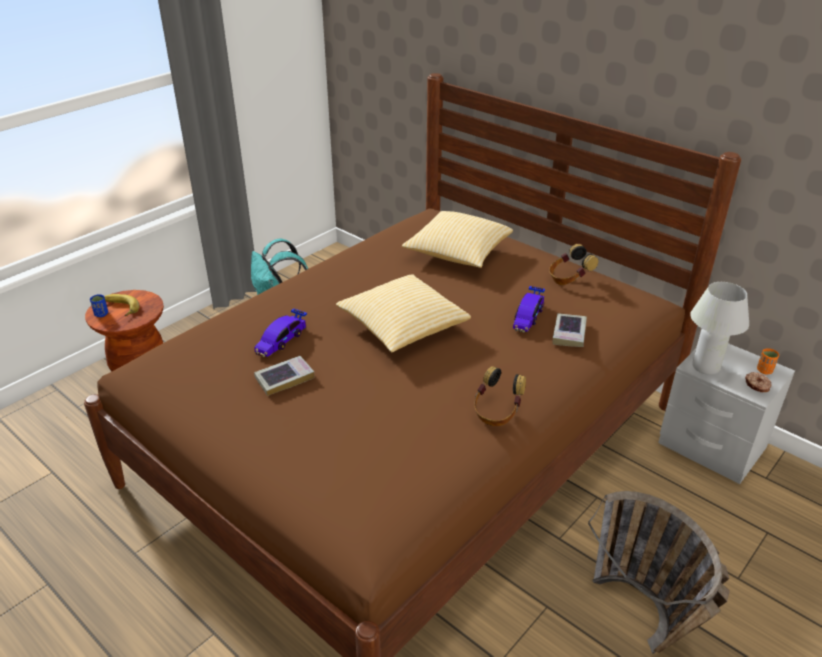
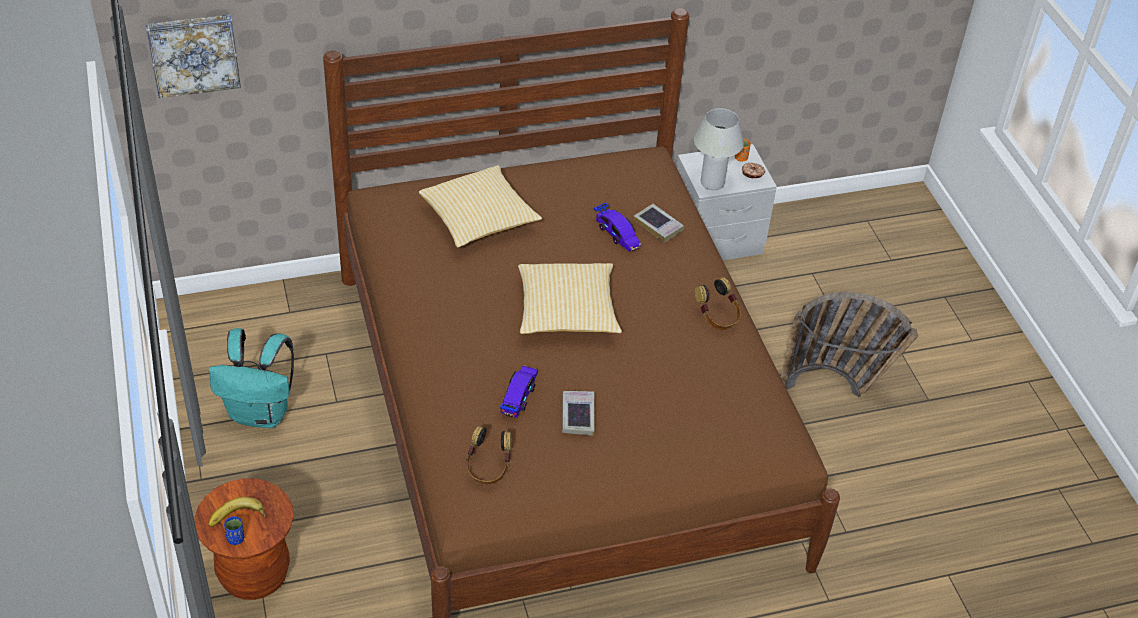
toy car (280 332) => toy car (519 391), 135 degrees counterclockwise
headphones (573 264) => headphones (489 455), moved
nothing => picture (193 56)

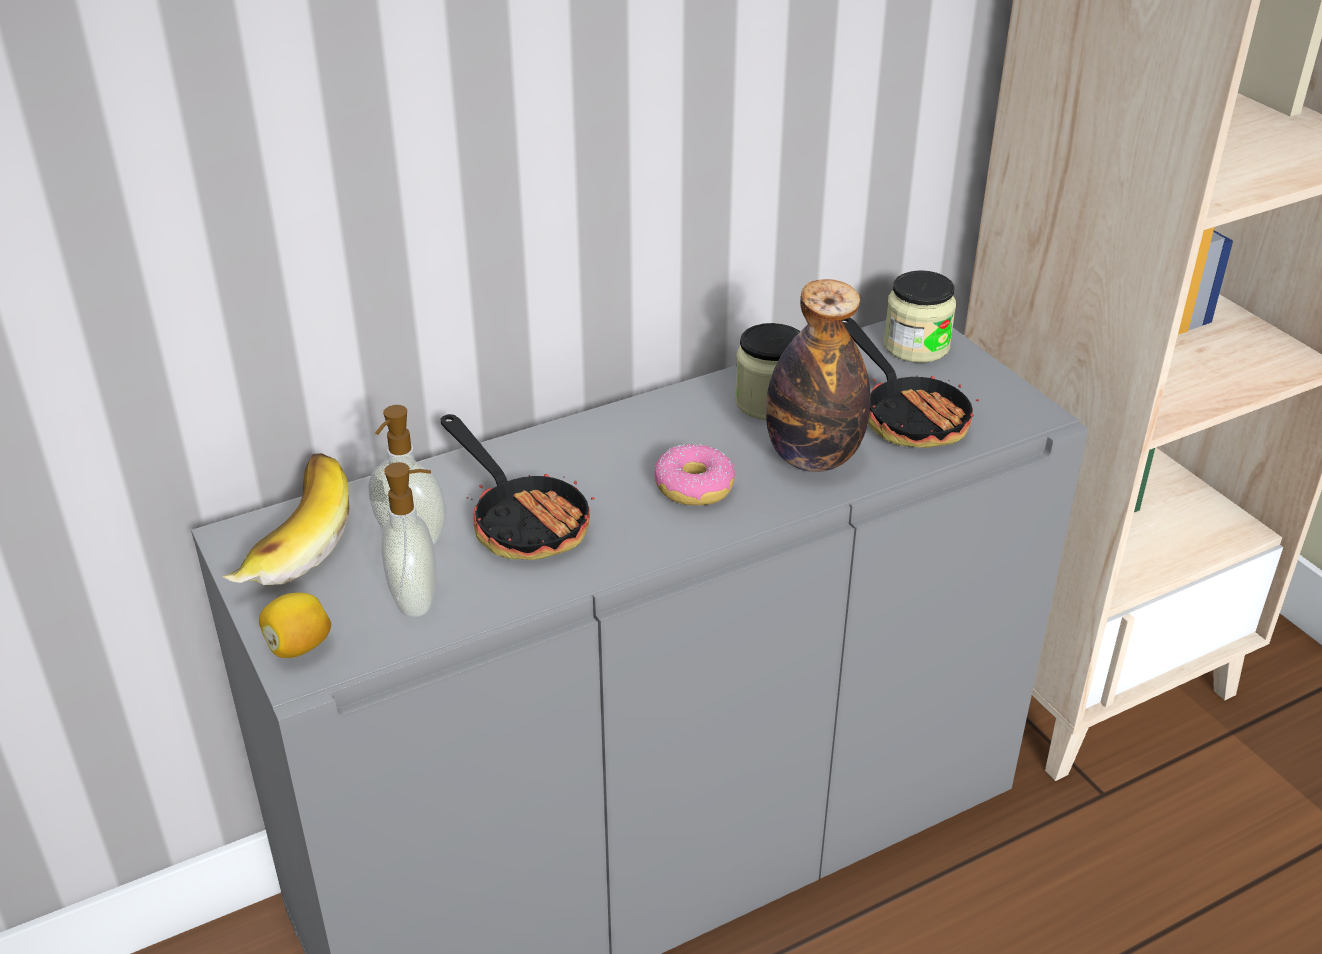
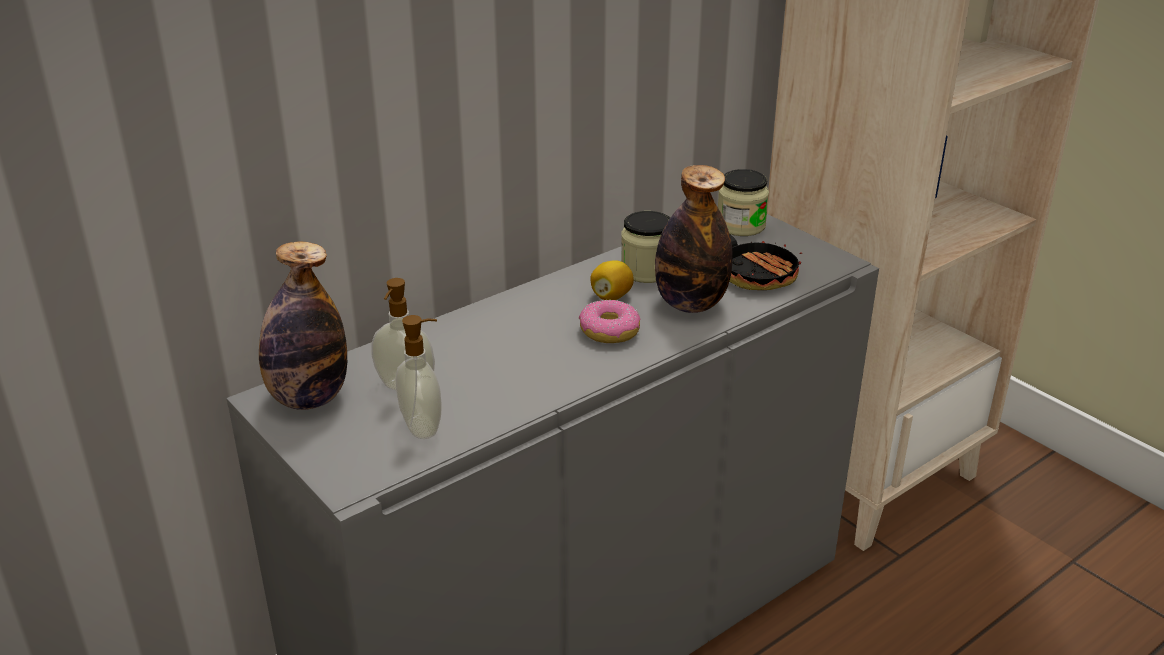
banana (286 519) => bottle (303 325)
lemon (295 625) => lemon (612 280), moved
frying pan (517 487) => nothing

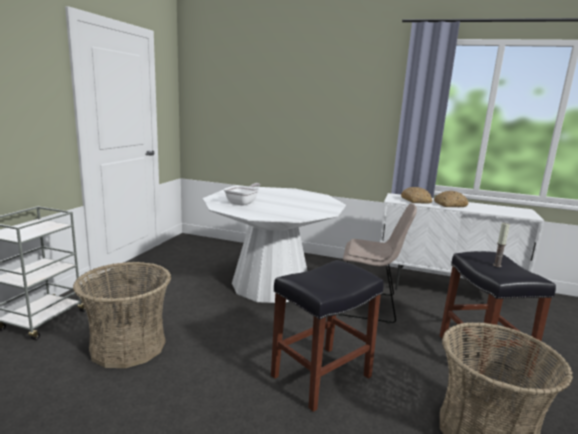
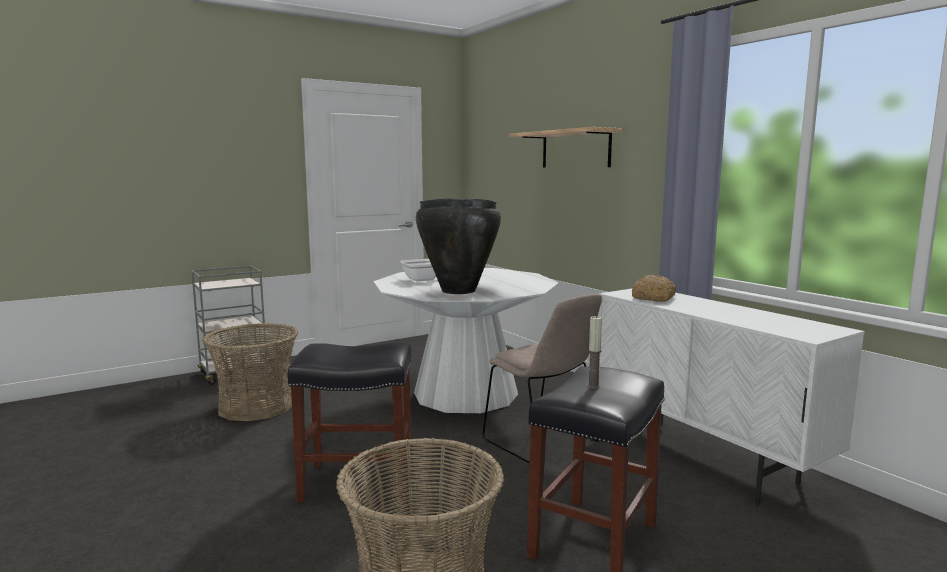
bread (451 199) => nothing
nothing => black vase (458 246)
nothing => shelf (566 147)

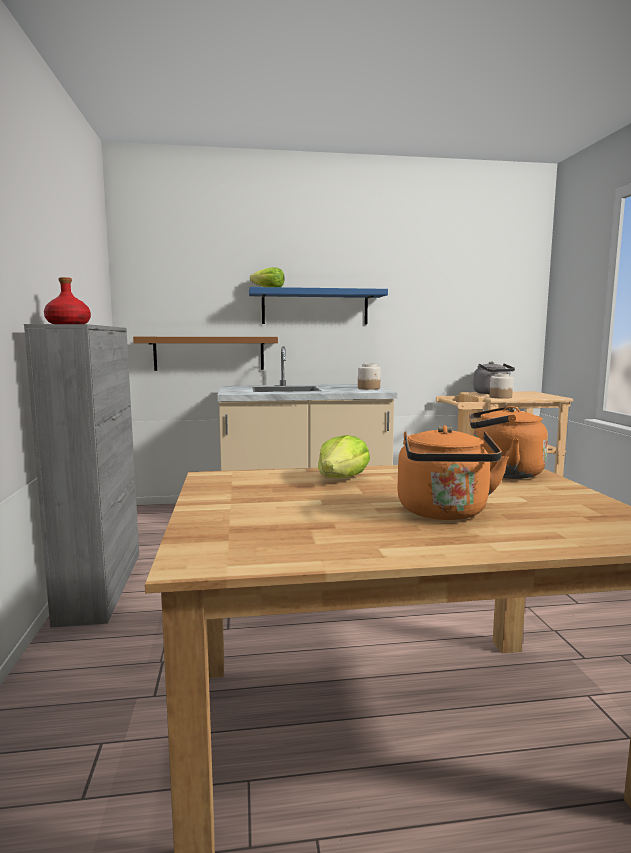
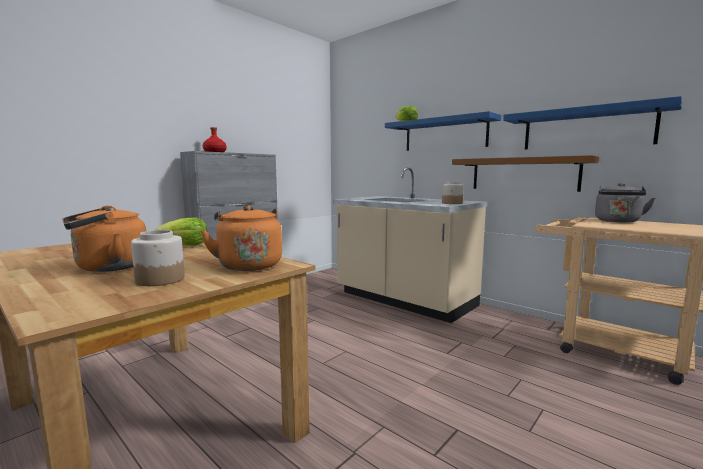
brown shelf (205 354) => brown shelf (525 173), moved
jar (501 386) => jar (158 258), moved
nothing => blue shelf (592 123)

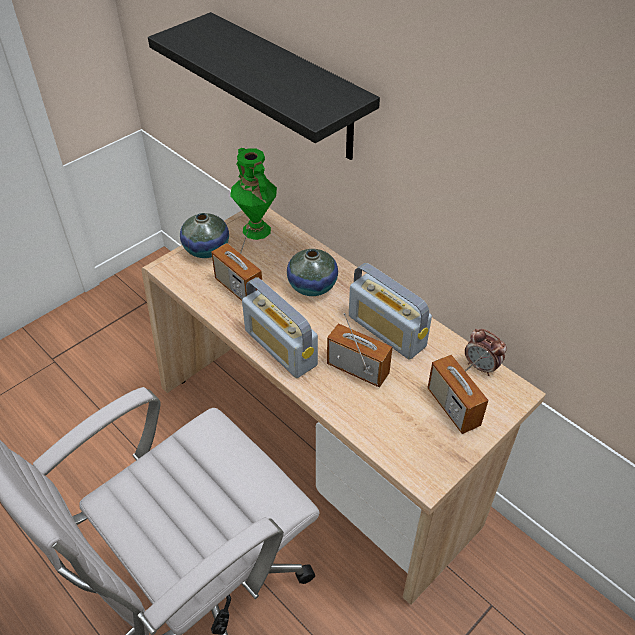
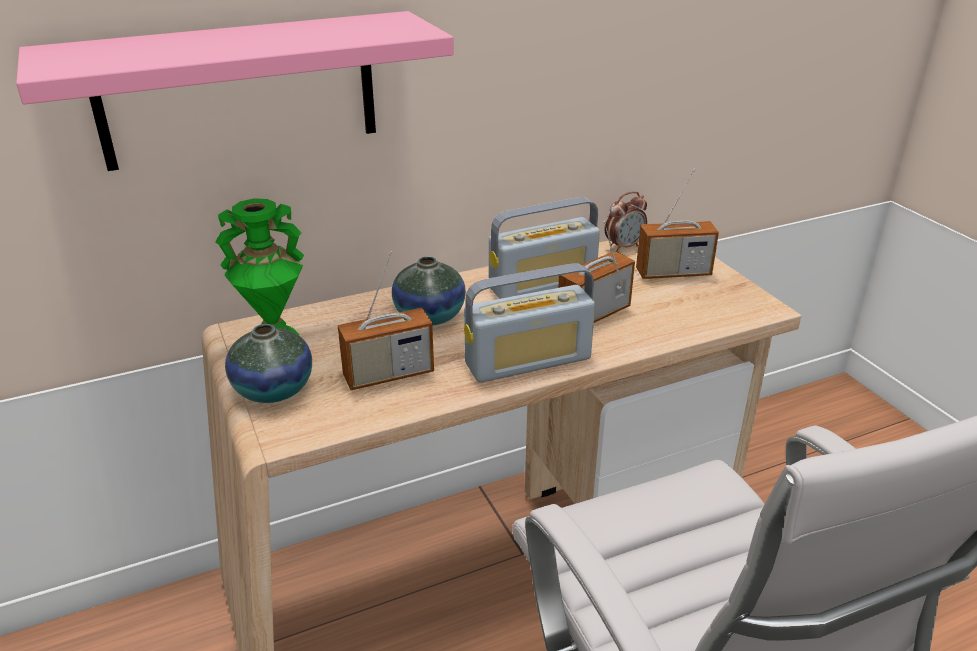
black shelf (264 86) => pink shelf (235 91)

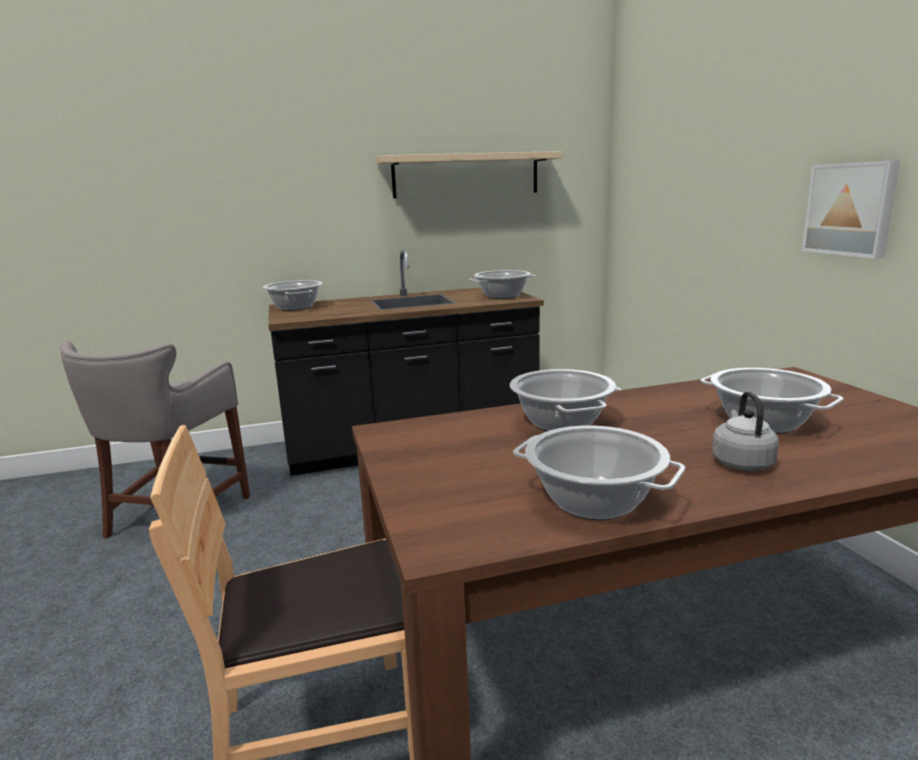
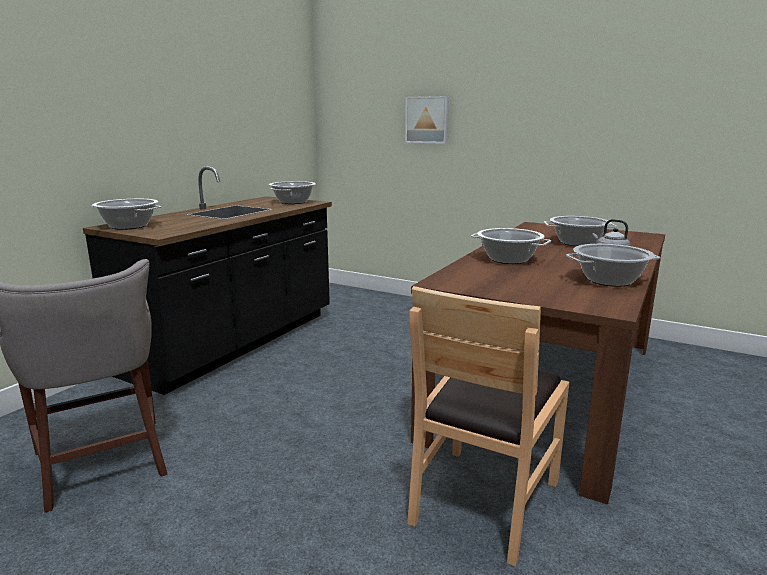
beige shelf (469 174) => nothing
picture (851 209) => picture (427 120), moved

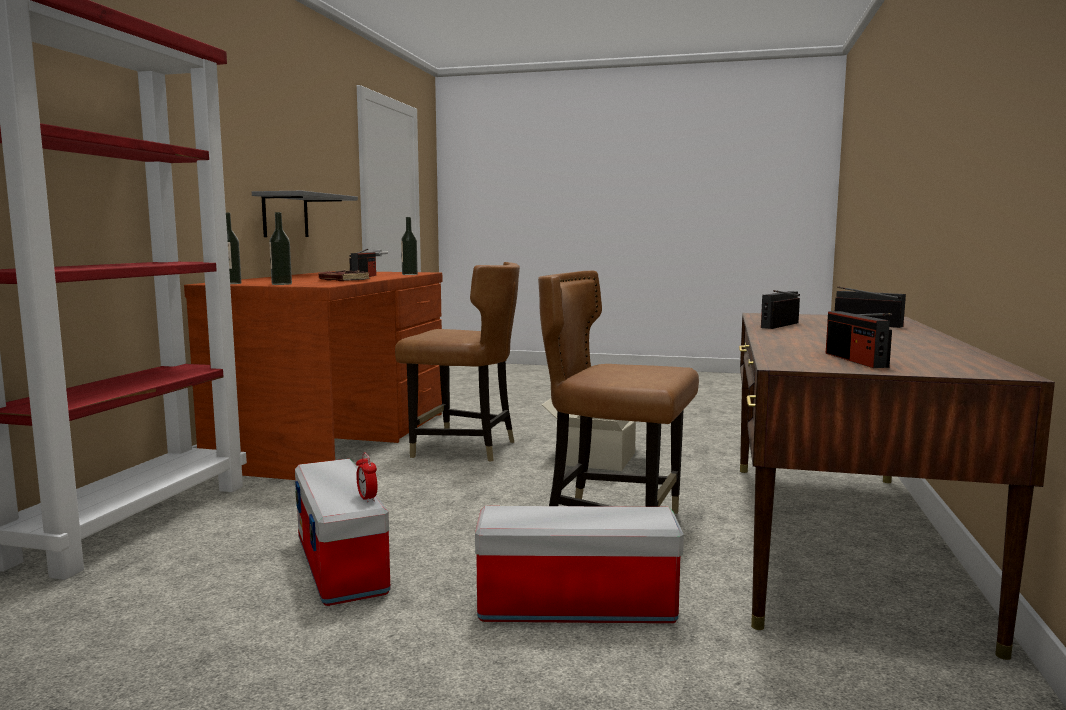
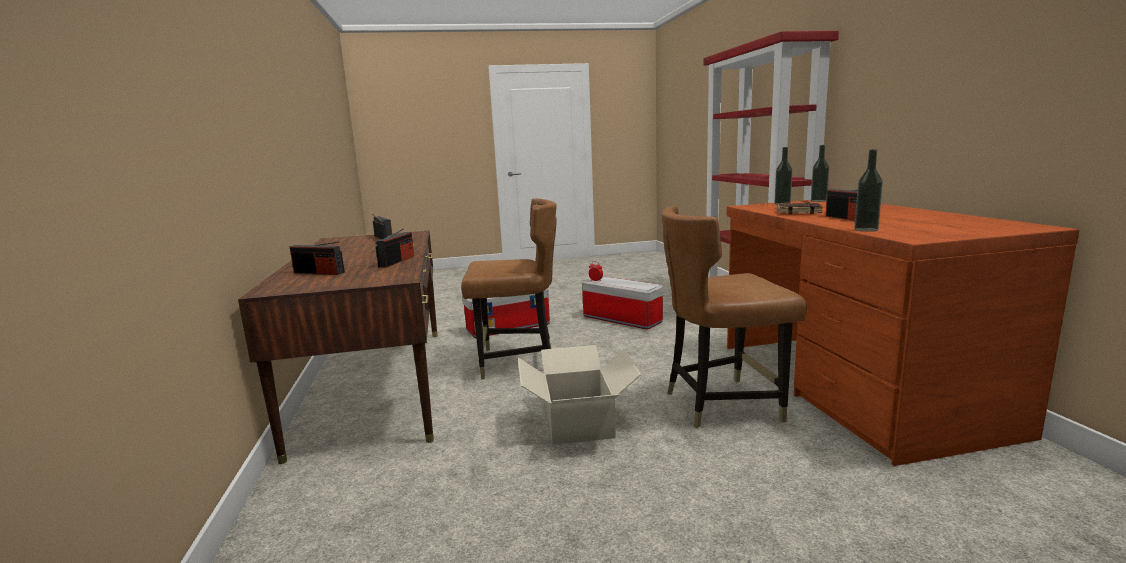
grey shelf (305 214) => nothing

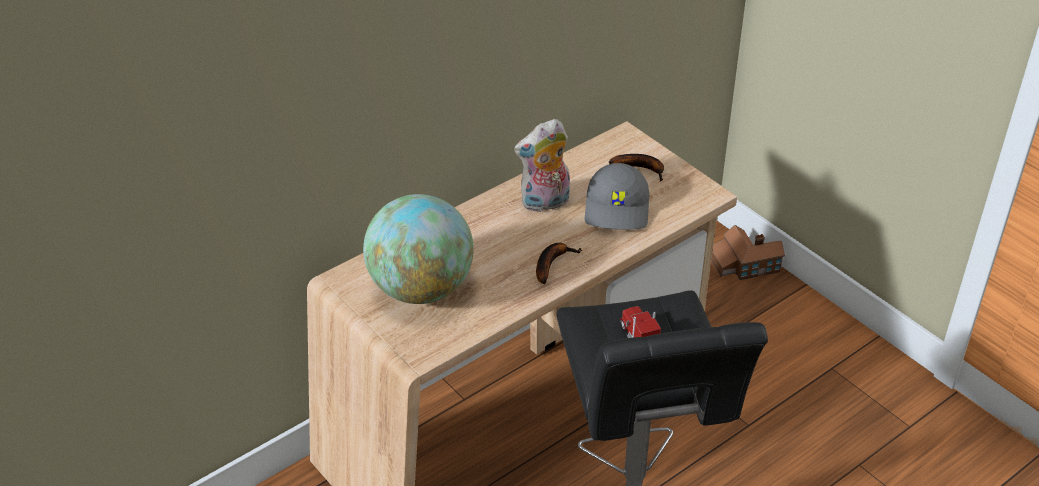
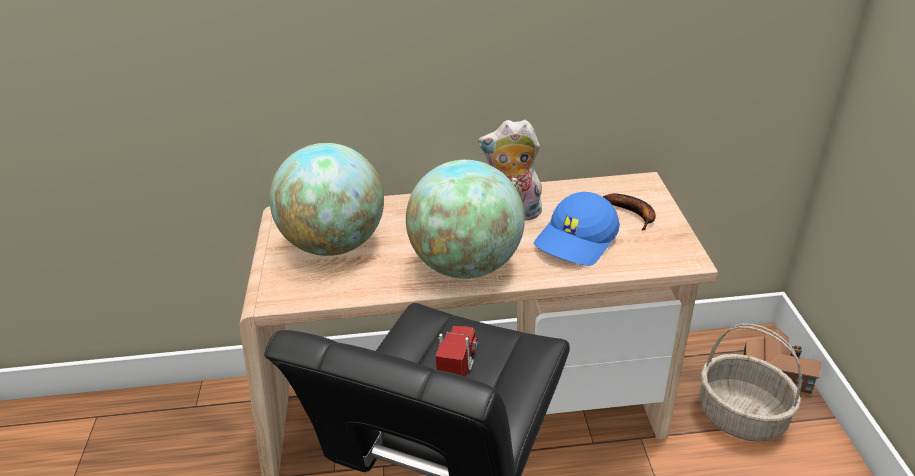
banana (559 263) => globe (465 219)
grey cap (617 196) => blue cap (577 229)
nothing => basket (750 382)

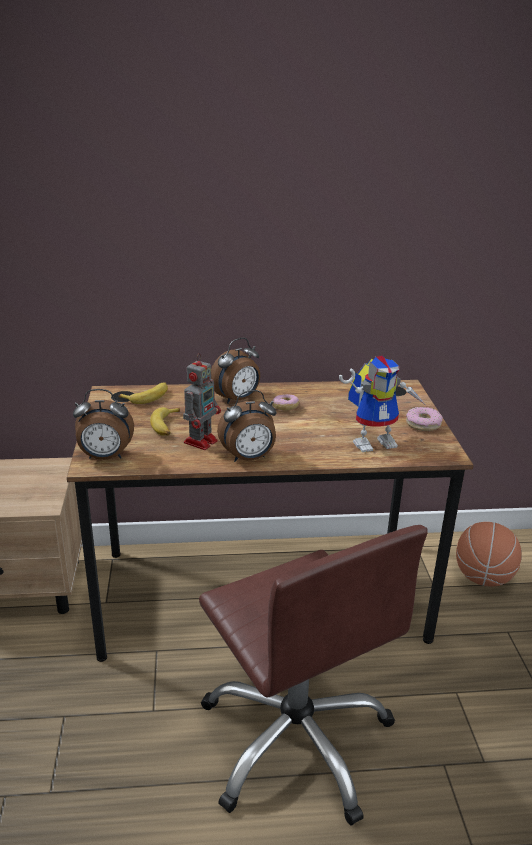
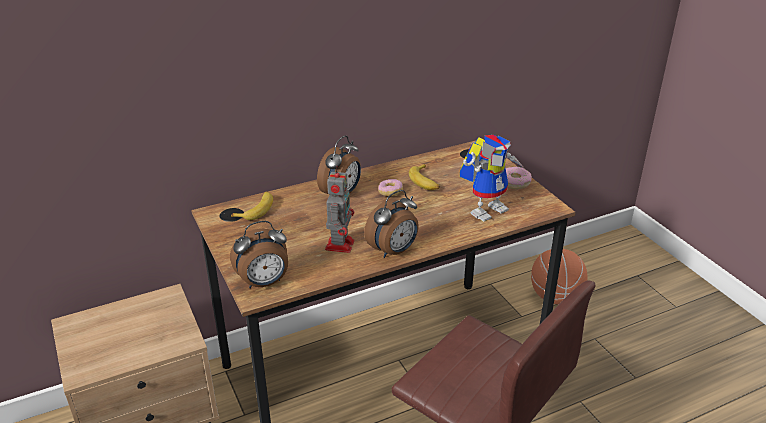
banana (165 421) => banana (424 177), moved

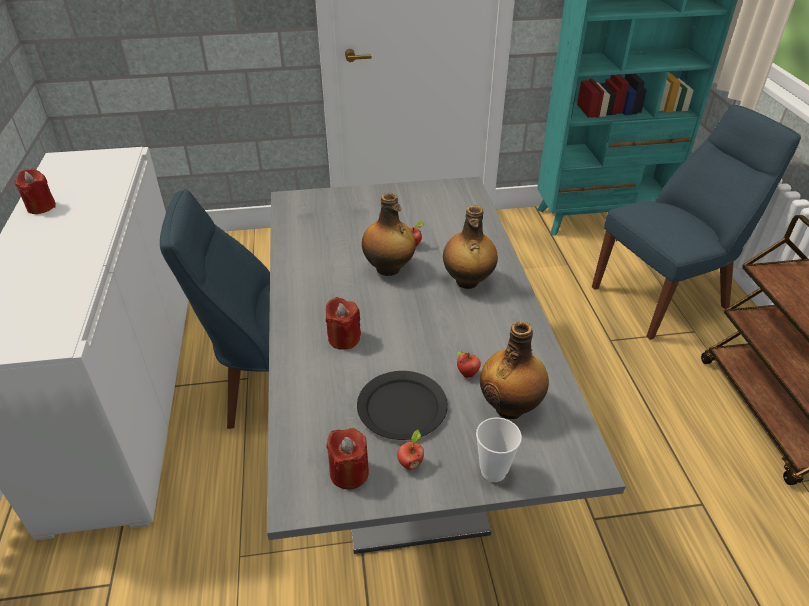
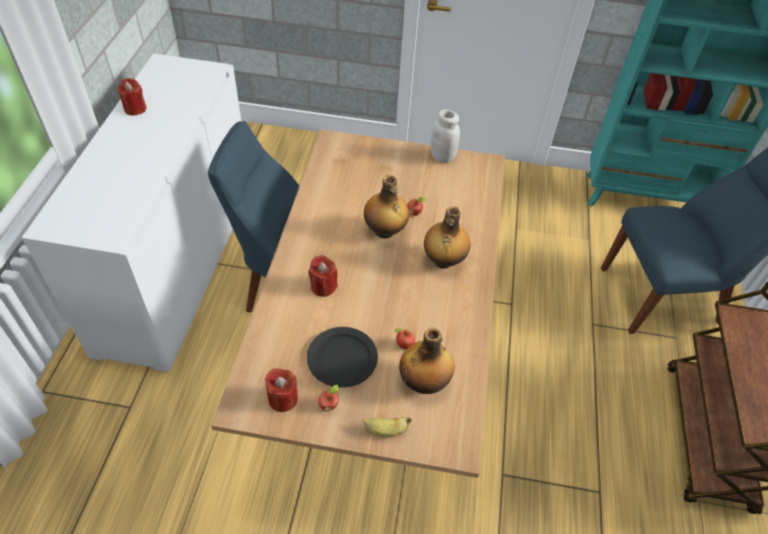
grey dining table (446 365) => brown dining table (358 303)
cup (499 449) => banana (387 427)
nothing => white jar (445 136)

